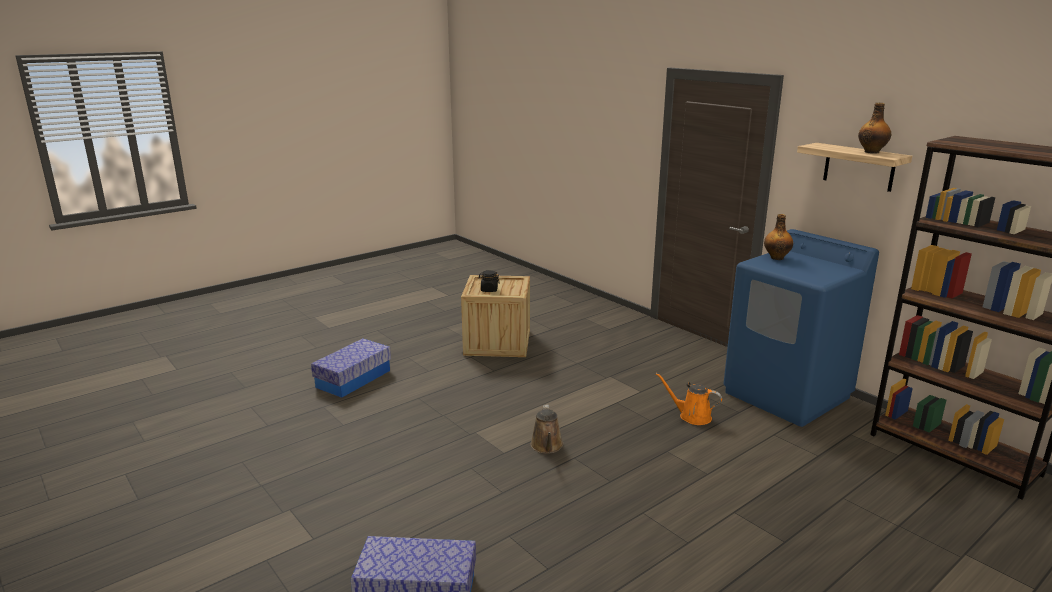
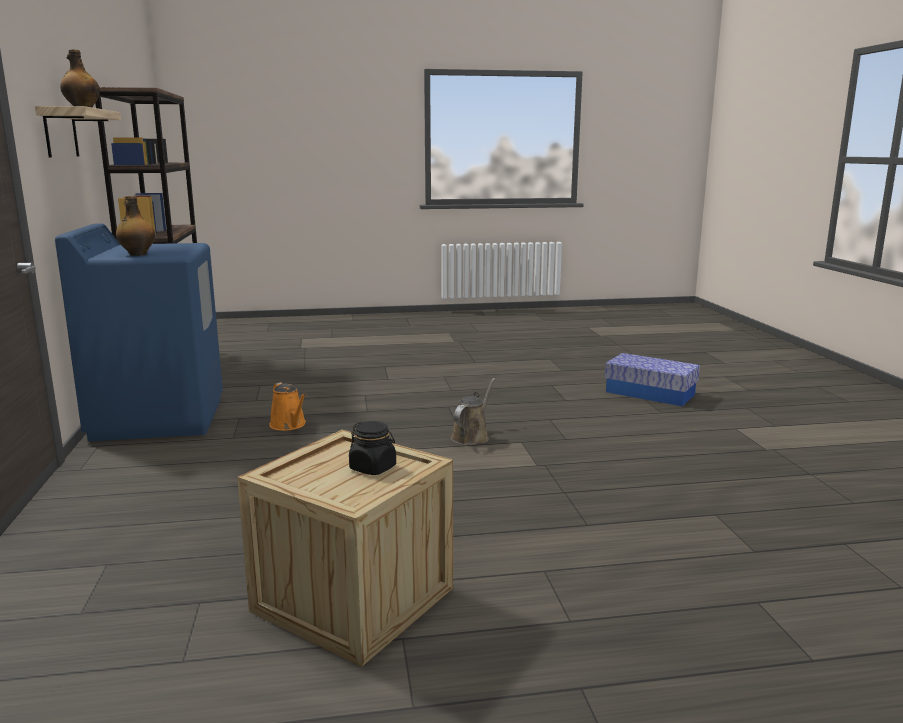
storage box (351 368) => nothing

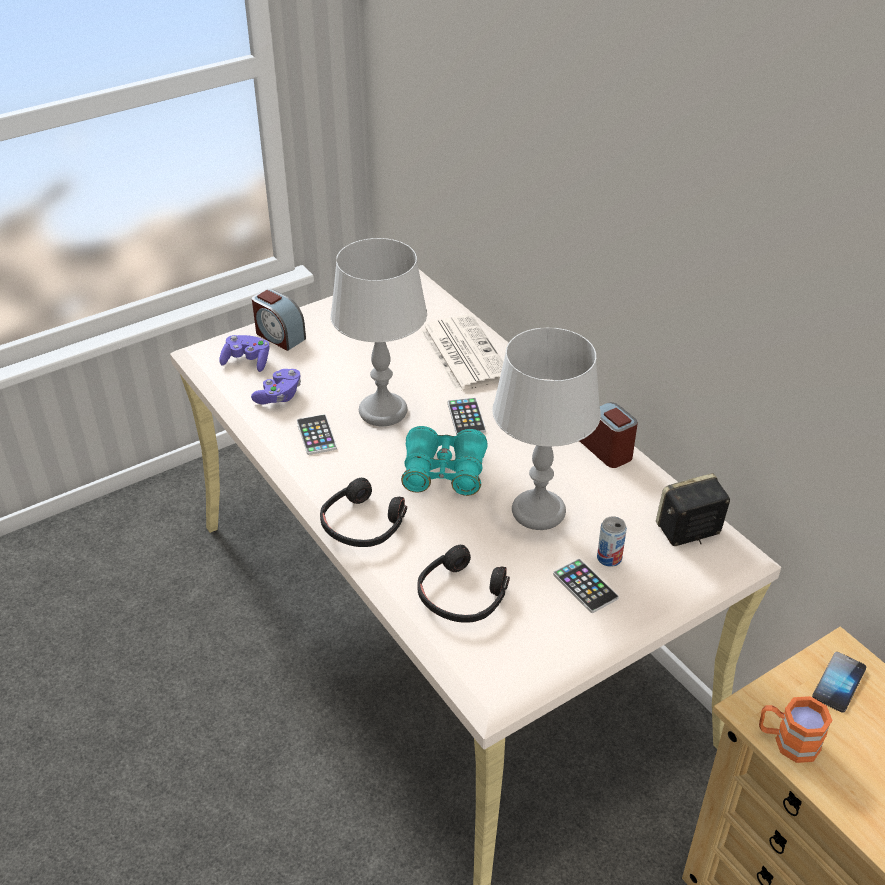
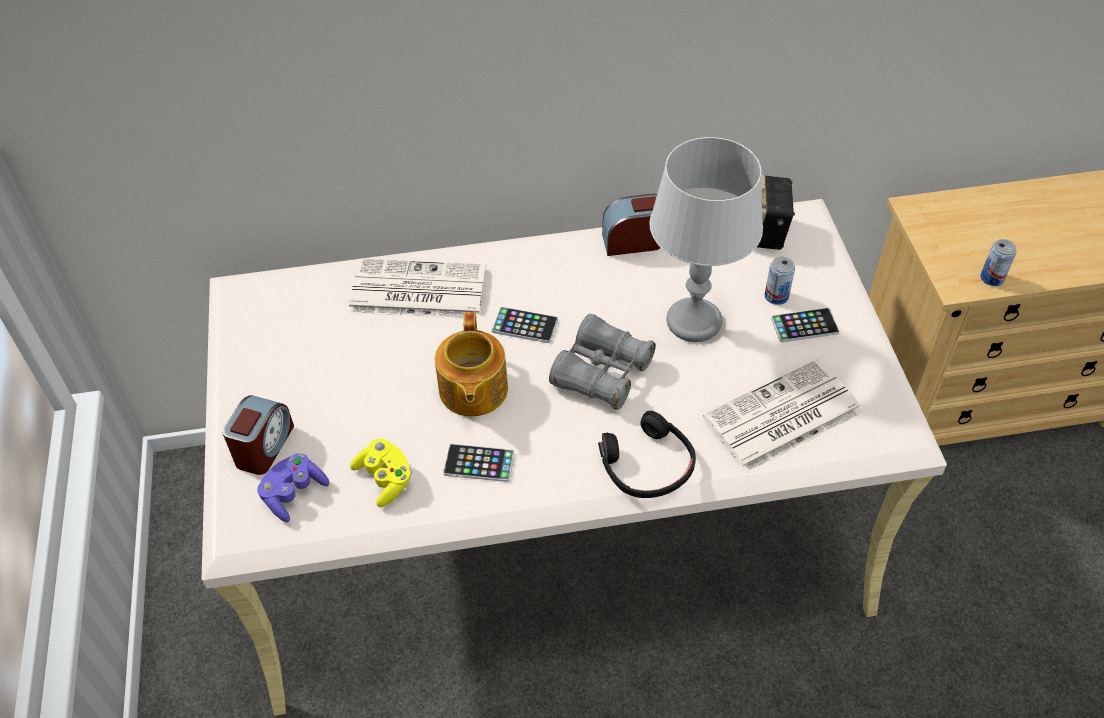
purple game controller (276 387) => yellow game controller (381 473)
alarm clock (279 320) => alarm clock (258 435), 45 degrees counterclockwise
grey table lamp (378 332) => teapot (471 364)
turquoise binoculars (444 461) => grey binoculars (602 362)
black headphones (463 584) => newspaper (782 416)
orange mug (796 729) => can (999 262)
phone (839 682) => nothing

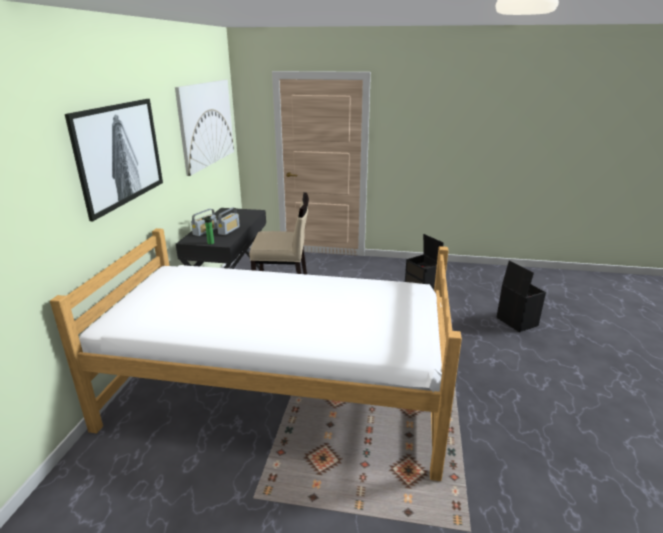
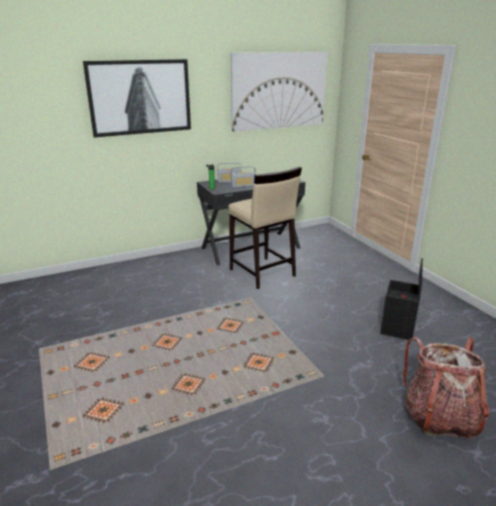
bed (256 354) => nothing
black storage box (521 296) => backpack (446 388)

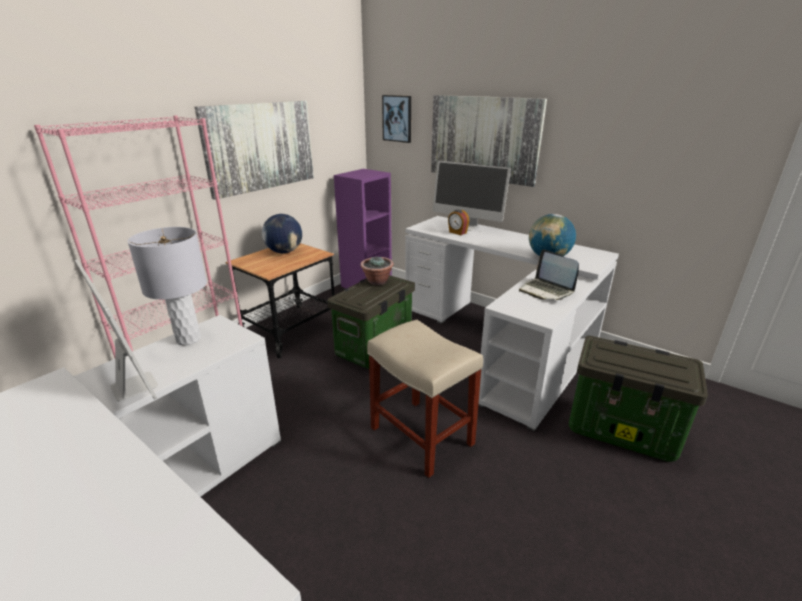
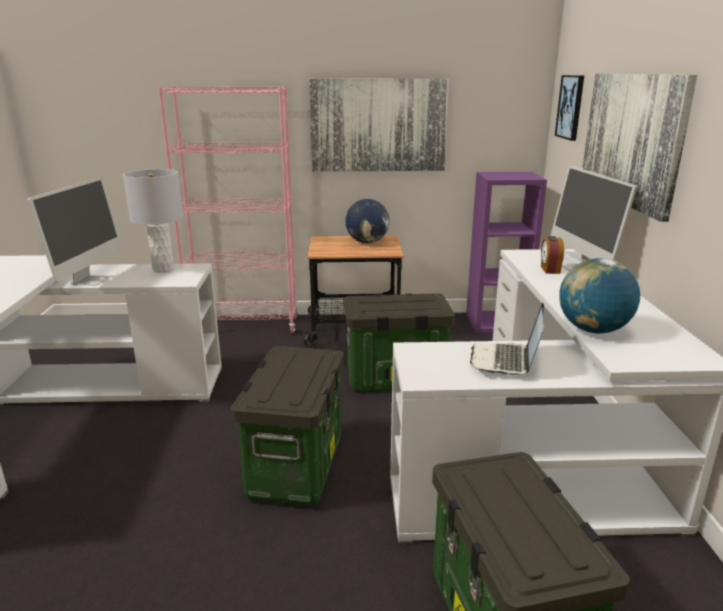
potted plant (377 270) => nothing
beige stool (425 399) => storage box (287 426)

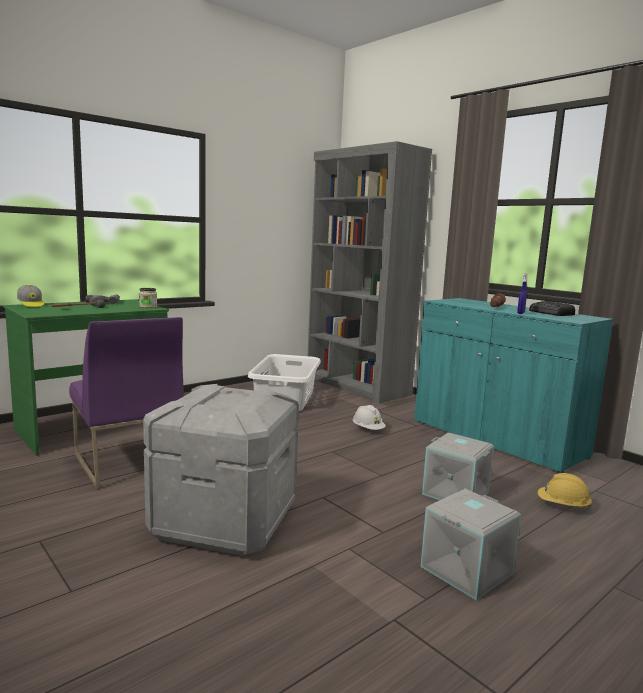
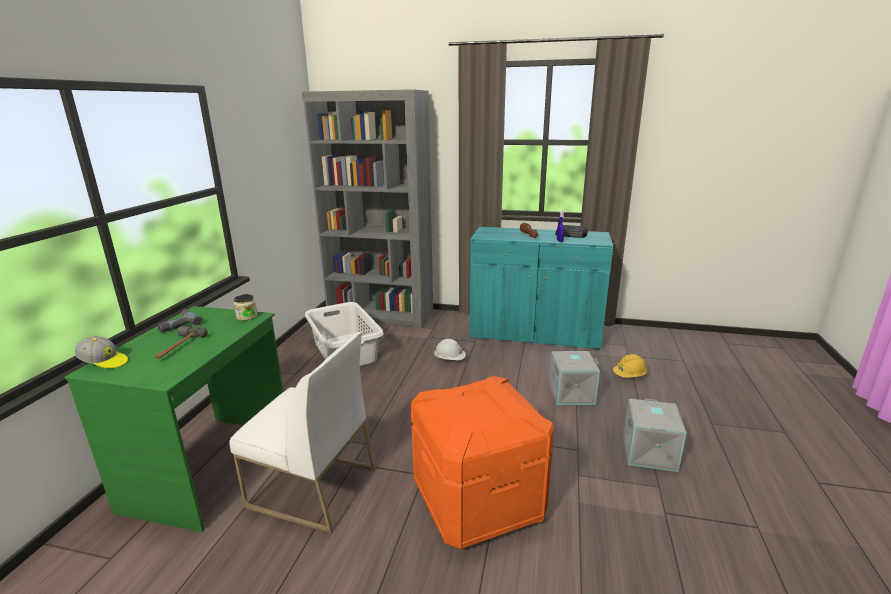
purple chair (126 403) => white chair (302 433)
grey storage box (221 470) => orange storage box (482 463)

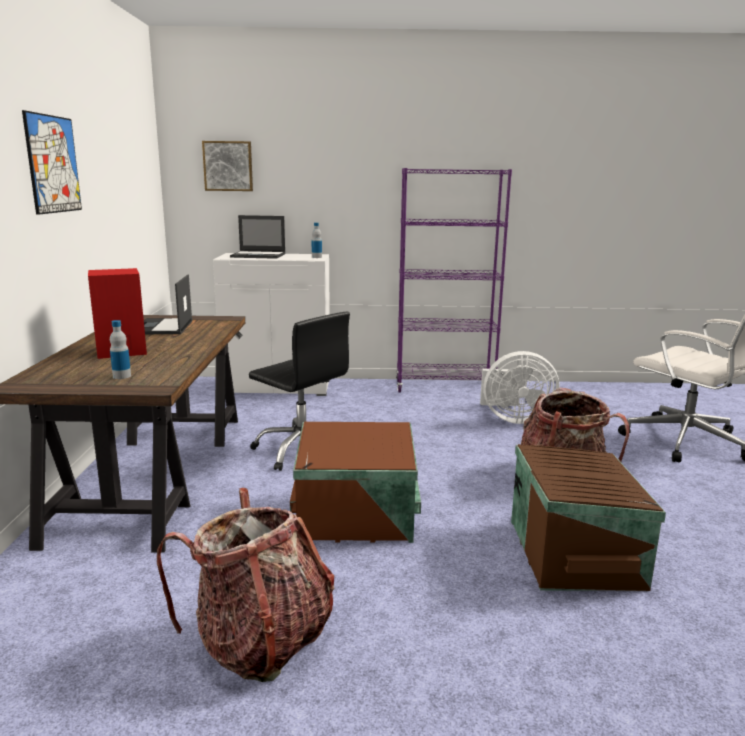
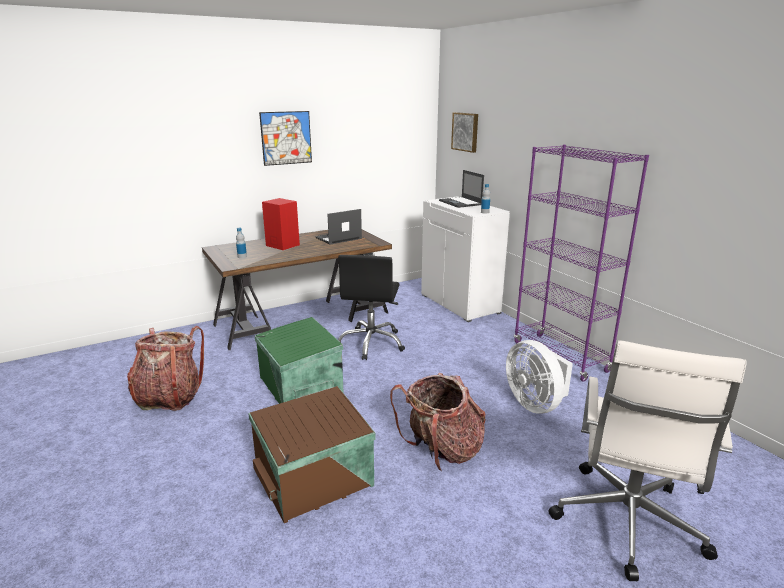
brown storage box (355 482) => green storage box (299 360)

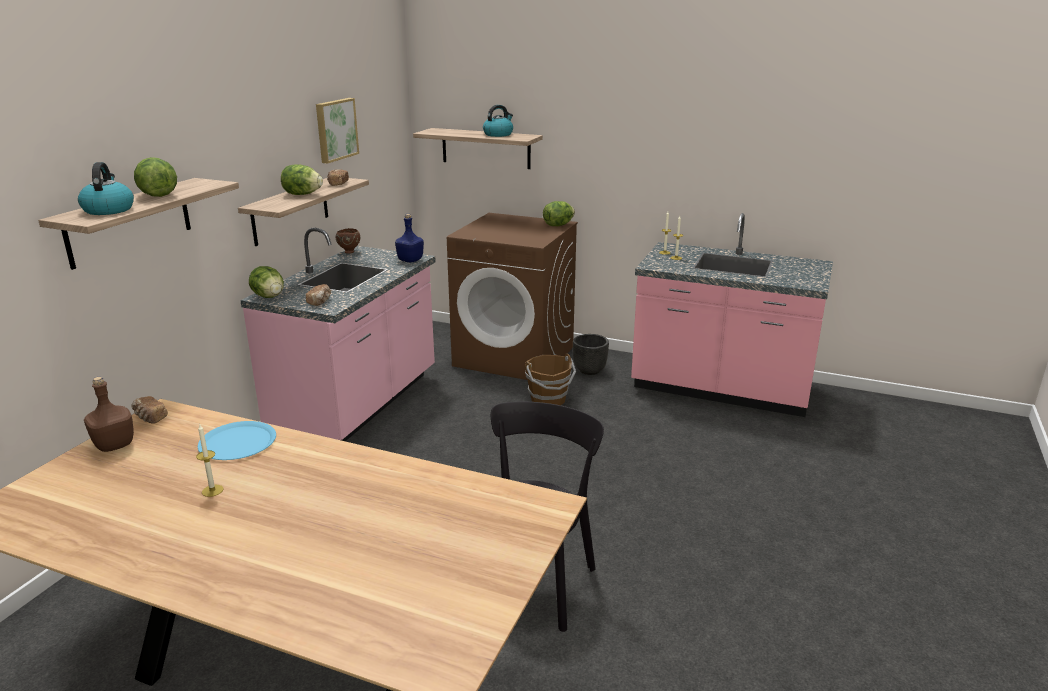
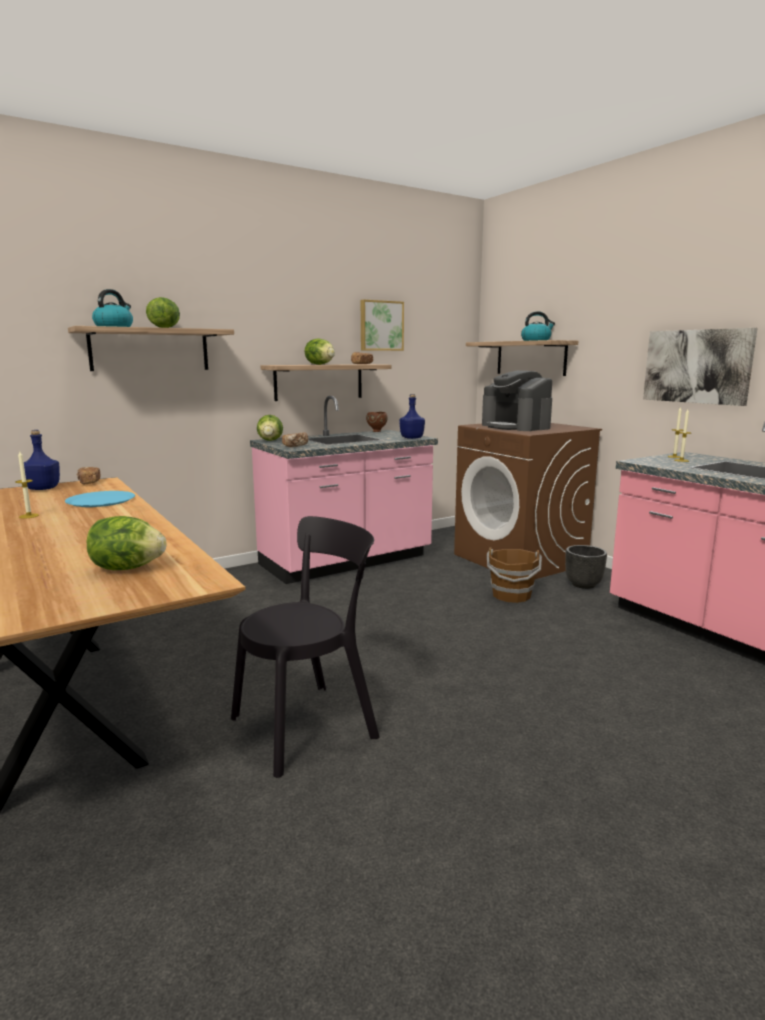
brown bottle (109 414) => blue bottle (42 460)
lettuce (559 213) => lettuce (126 543), moved
nothing => coffee machine (517 401)
nothing => picture (700 367)

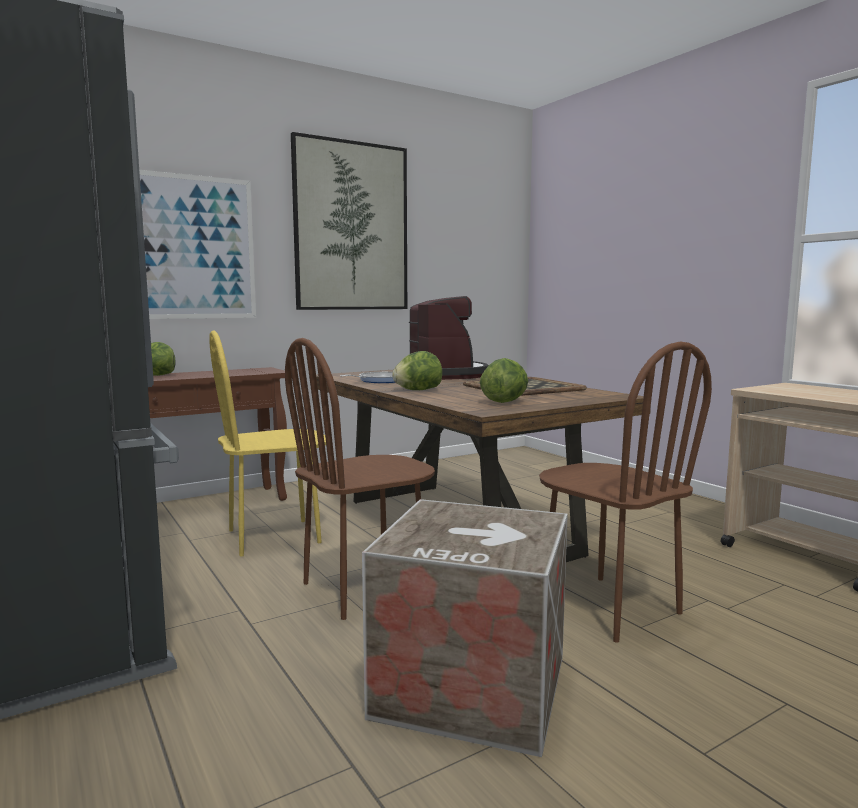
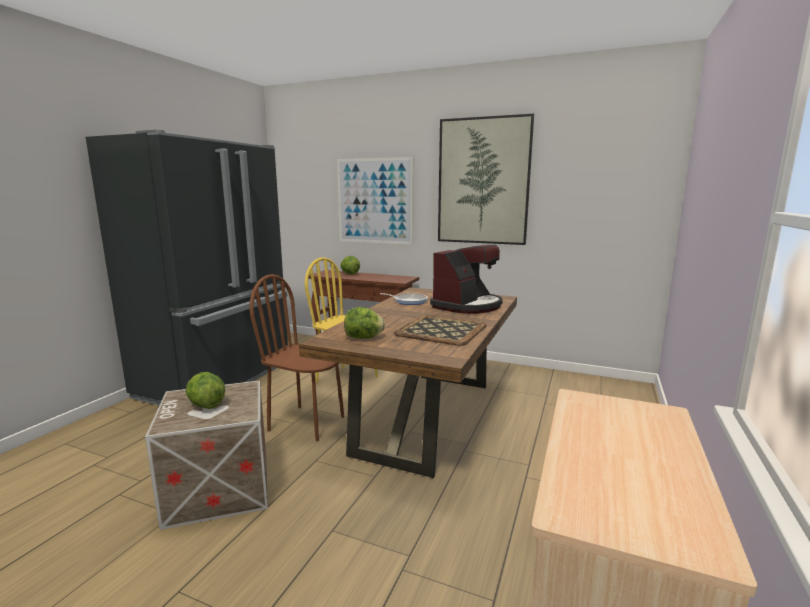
lettuce (417 370) => lettuce (205 390), moved
brown chair (625 492) => nothing

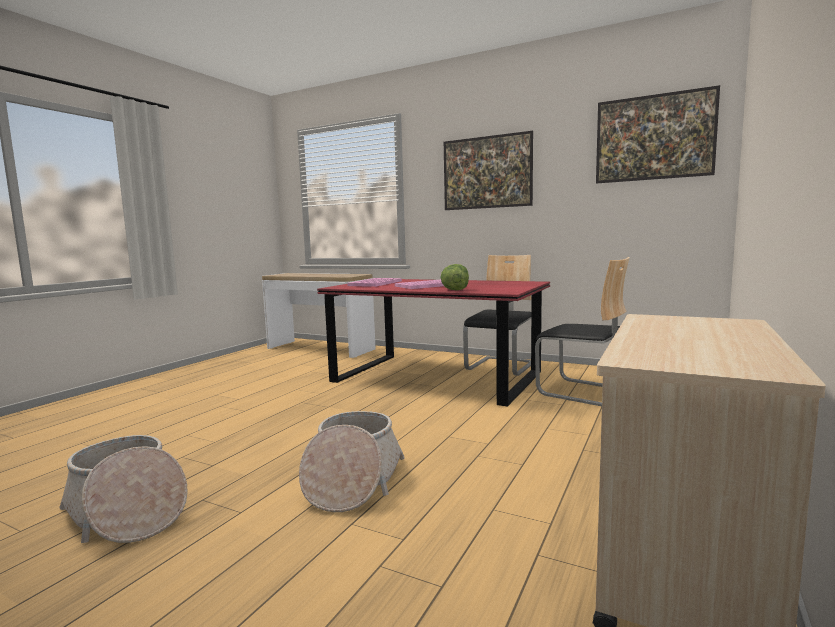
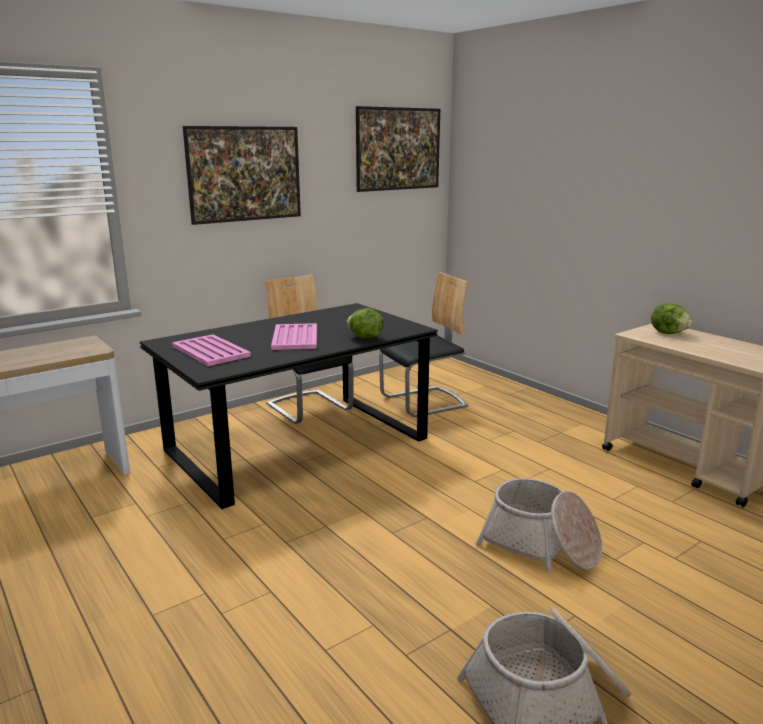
red dining table (433 343) => black dining table (289 406)
nothing => lettuce (671 318)

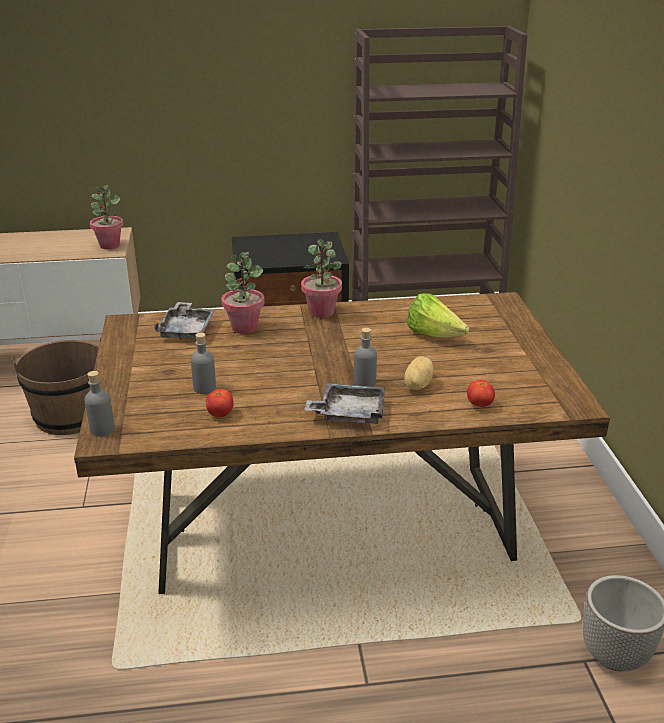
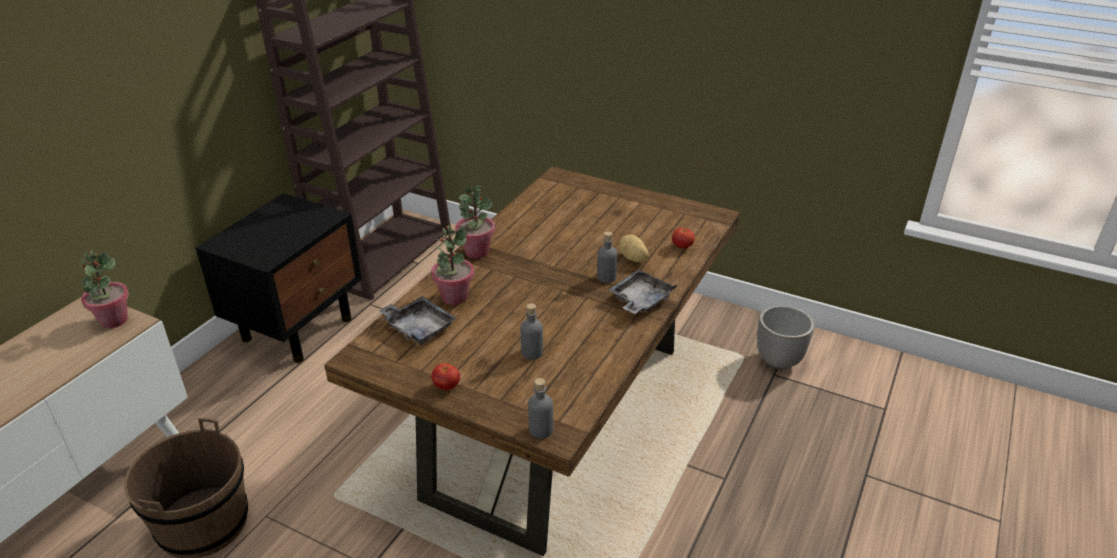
tomato (220 403) => tomato (445 376), moved
lettuce (438 315) => nothing

